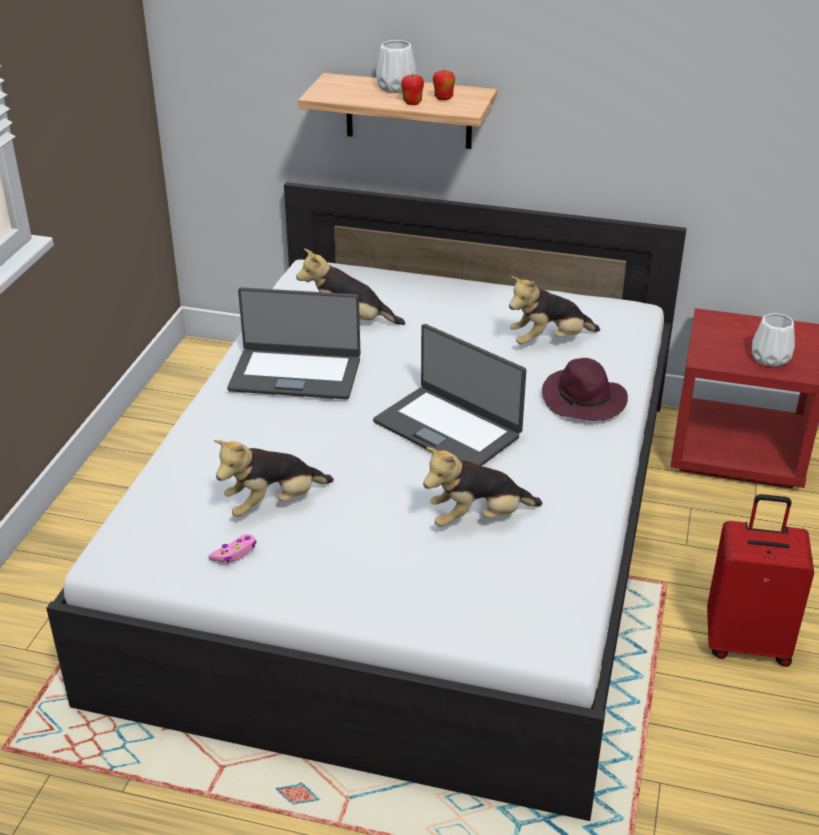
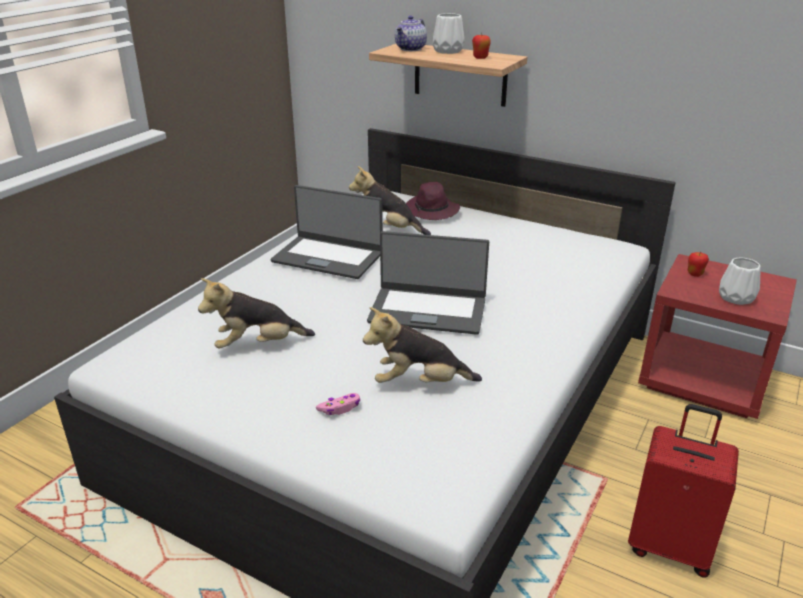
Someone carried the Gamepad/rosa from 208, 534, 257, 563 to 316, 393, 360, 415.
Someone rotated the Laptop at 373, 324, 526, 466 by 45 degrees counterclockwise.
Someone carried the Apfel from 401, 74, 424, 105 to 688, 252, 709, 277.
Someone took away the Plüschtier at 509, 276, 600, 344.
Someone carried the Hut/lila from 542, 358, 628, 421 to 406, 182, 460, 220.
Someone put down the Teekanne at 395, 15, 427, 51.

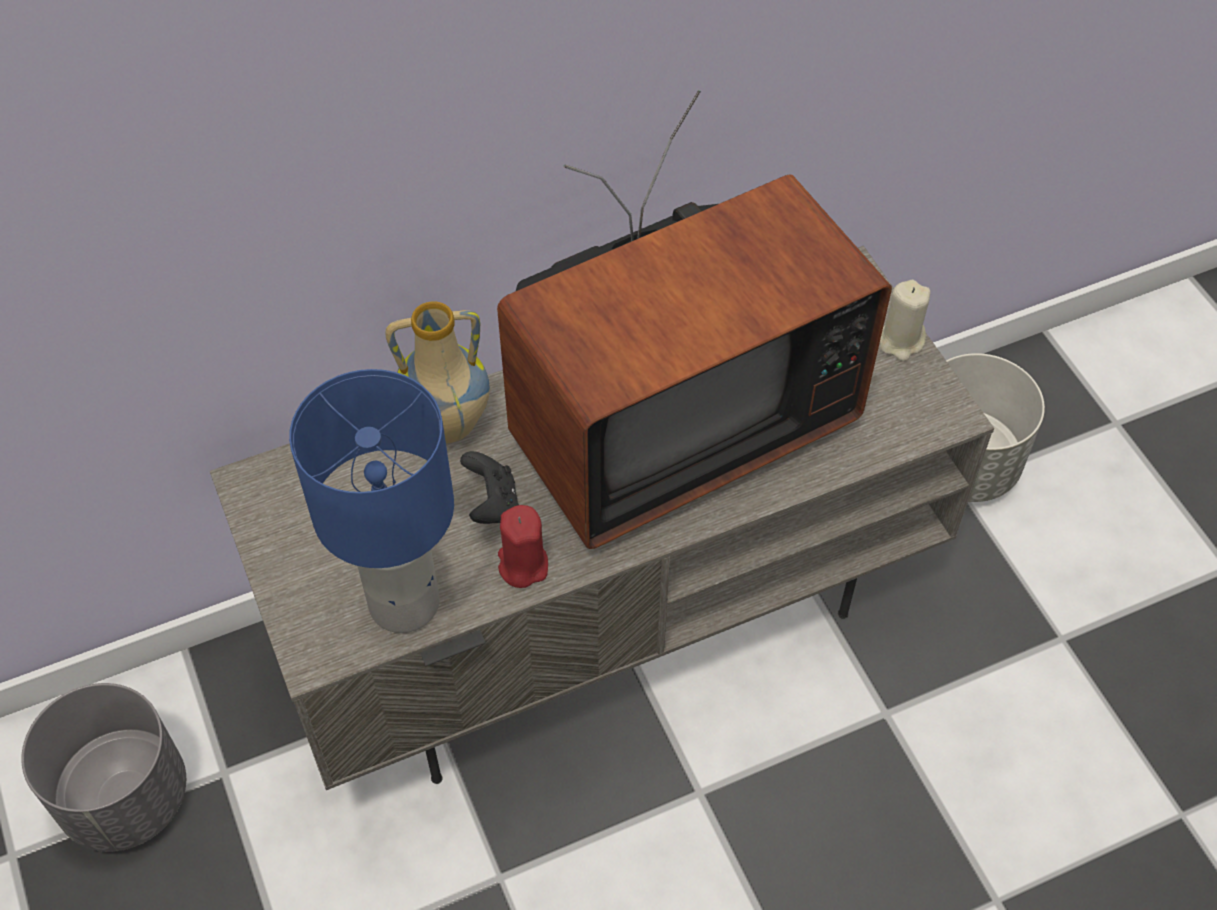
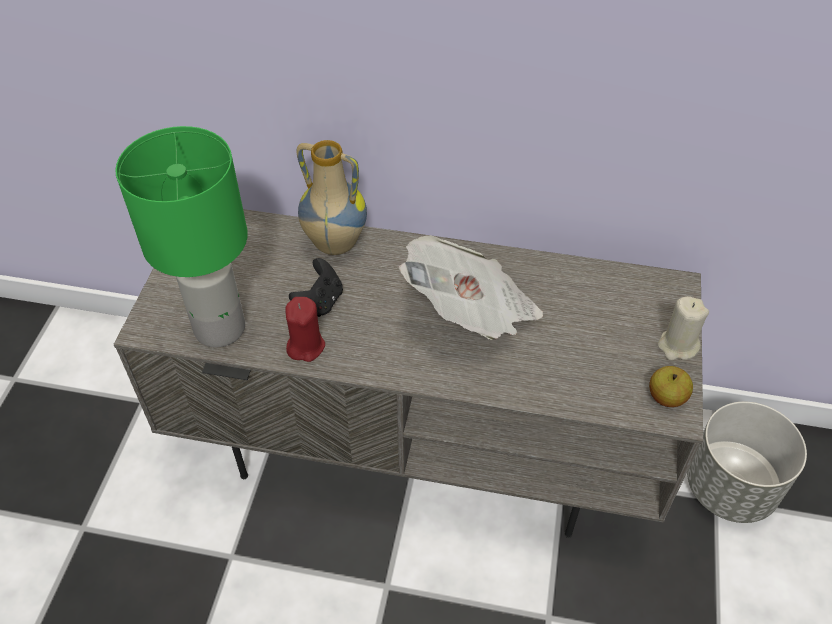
Someone took away the Pflanzkübel/grau at 21, 683, 186, 852.
Someone repainted the Tischlampe/blau at 289, 369, 454, 633, which became the Tischlampe/grün at 115, 126, 248, 348.
Someone swapped the Fernseher at 497, 90, 892, 549 for the Zeitung at 399, 235, 543, 340.
Someone put down the Apfel at 649, 366, 693, 407.

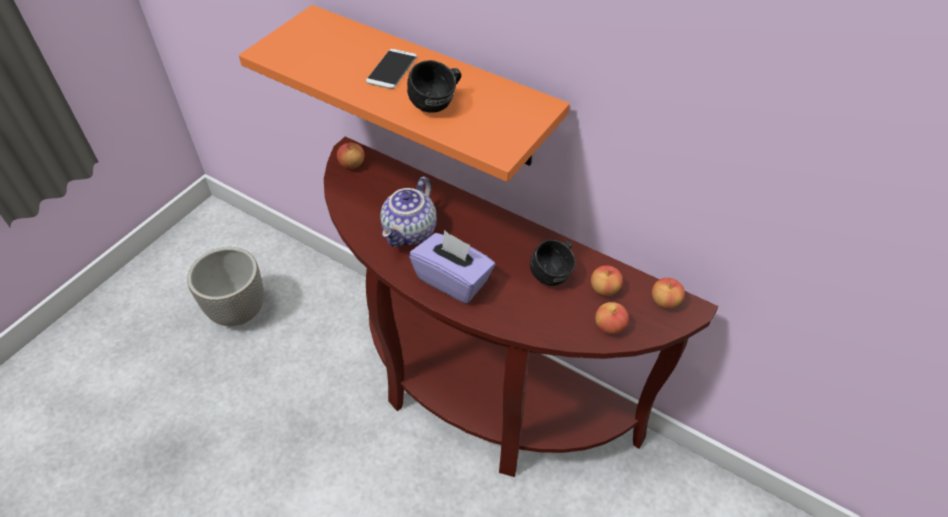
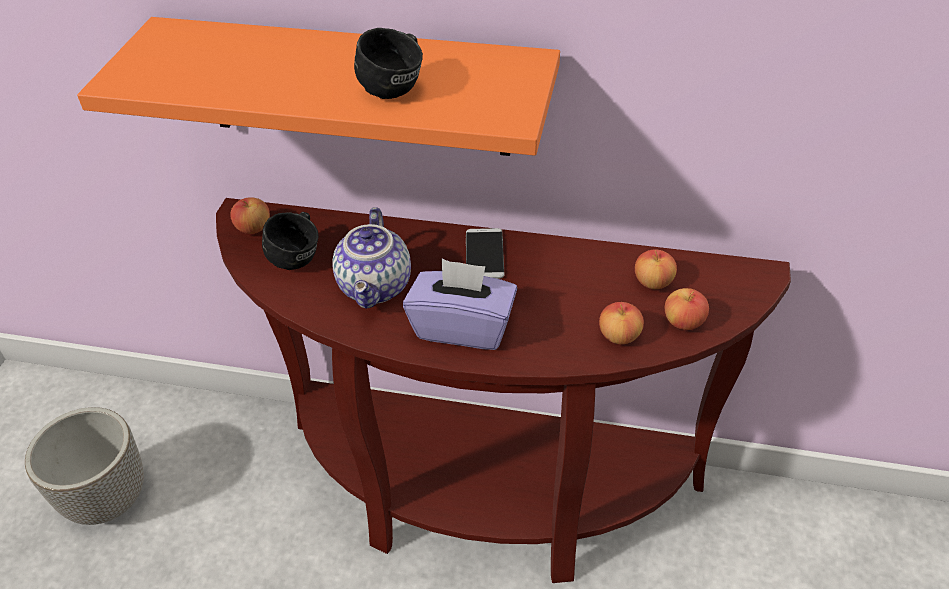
Someone carried the Handy from 366, 49, 417, 89 to 466, 228, 504, 279.
Someone carried the Henkelbecher/schwarz from 530, 239, 576, 286 to 262, 212, 319, 270.
Someone carried the Apfel from 652, 278, 685, 309 to 599, 302, 644, 344.

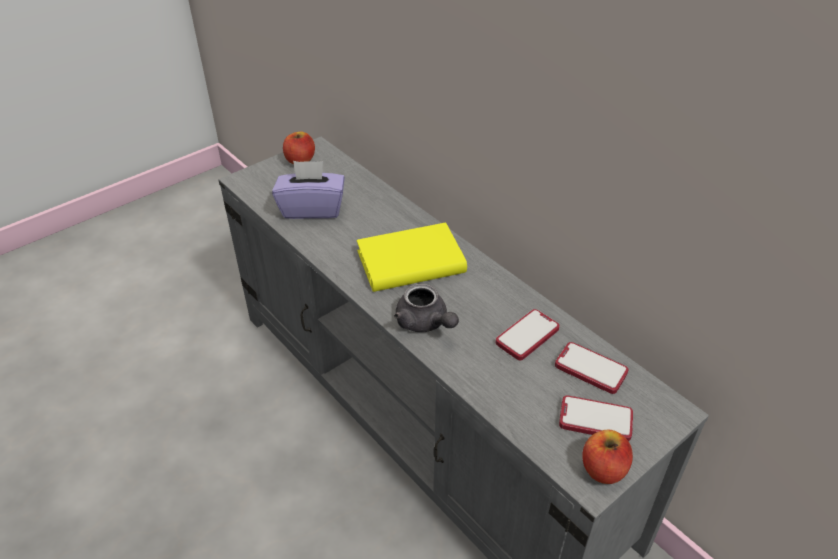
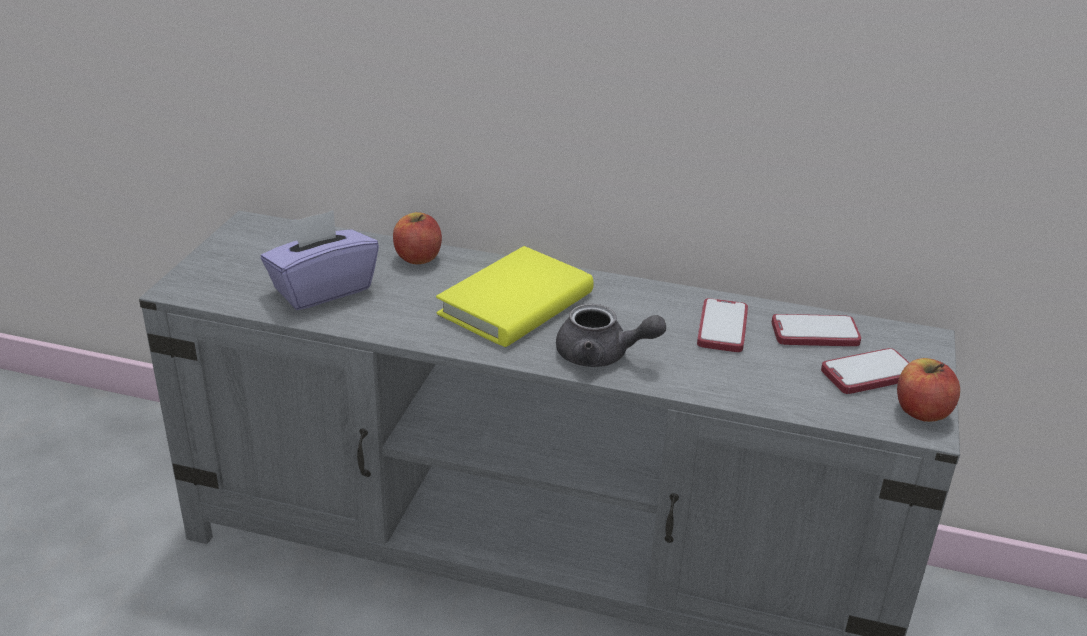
Someone carried the Apfel from 283, 132, 315, 164 to 393, 212, 442, 264.

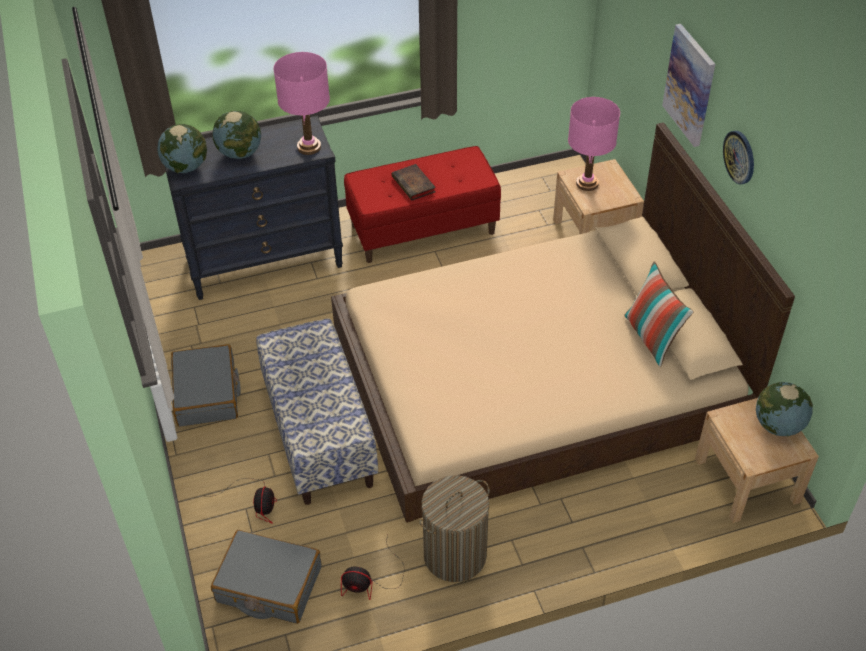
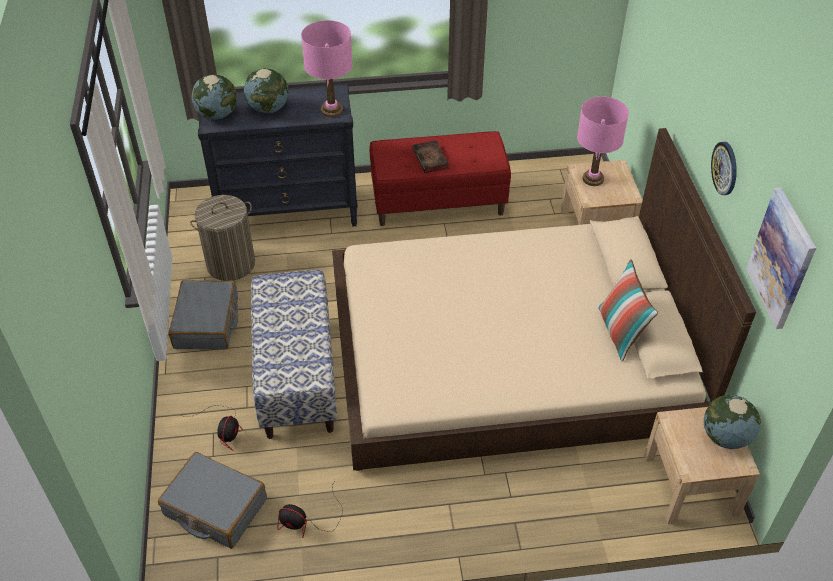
Someone carried the Wäschekorb from 419, 475, 490, 582 to 190, 195, 255, 281.
Someone carried the Bild from 662, 24, 715, 147 to 746, 188, 816, 329.

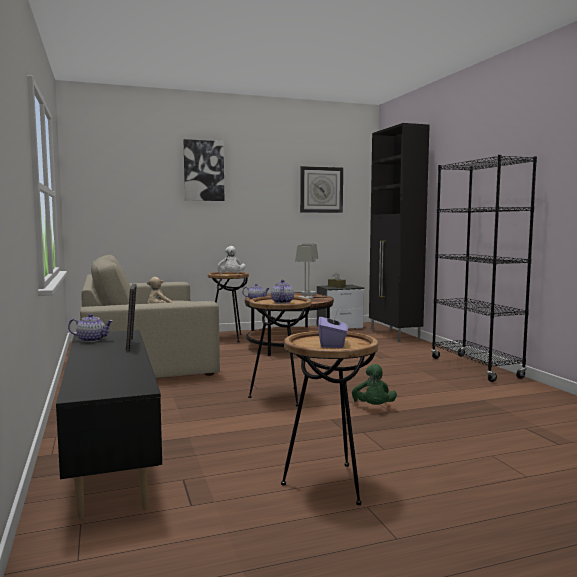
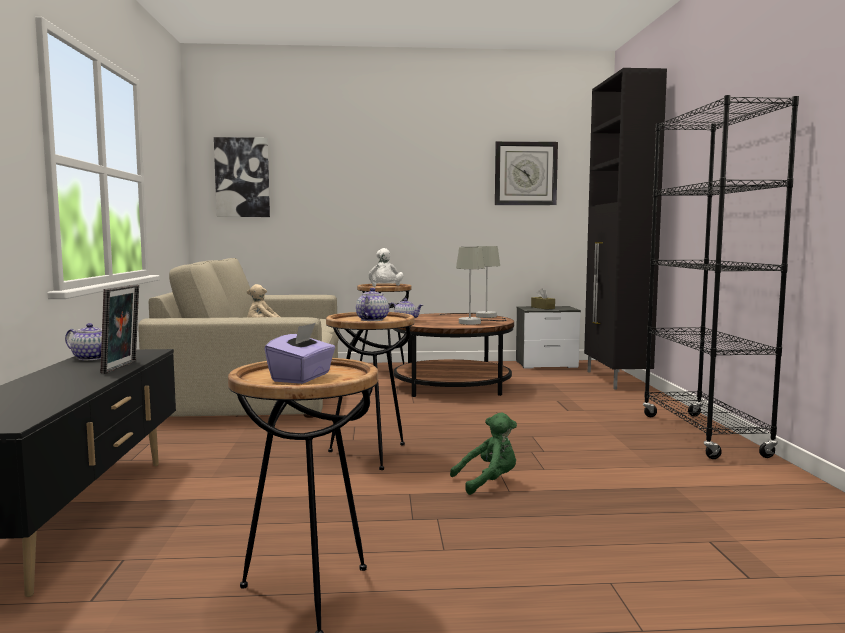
Someone carried the Bild from 184, 139, 224, 201 to 214, 137, 270, 217.
Someone rotated the Plüschtier/grün at 352, 364, 397, 405 by 120 degrees counterclockwise.

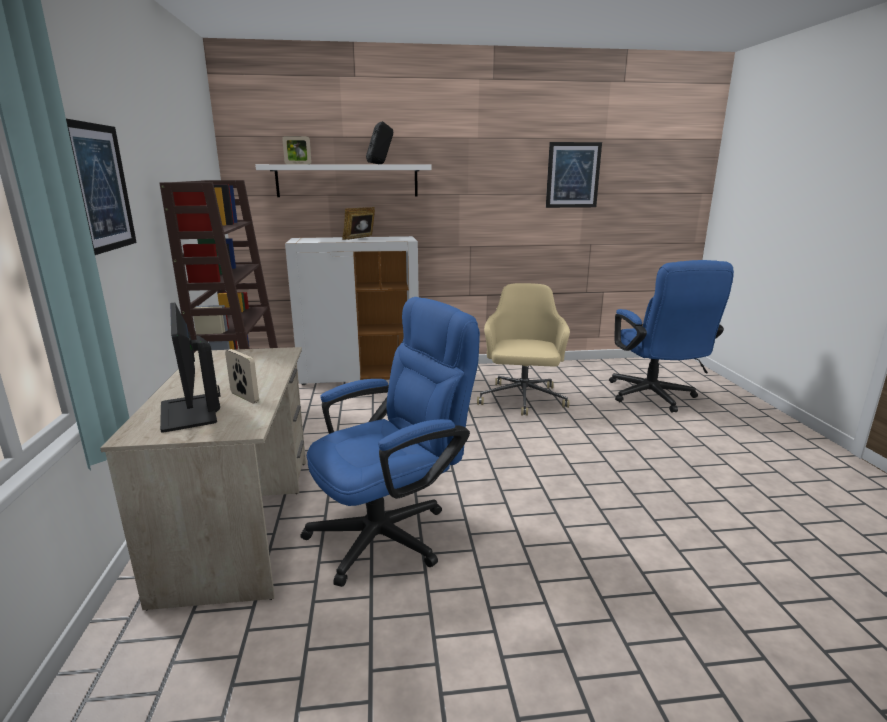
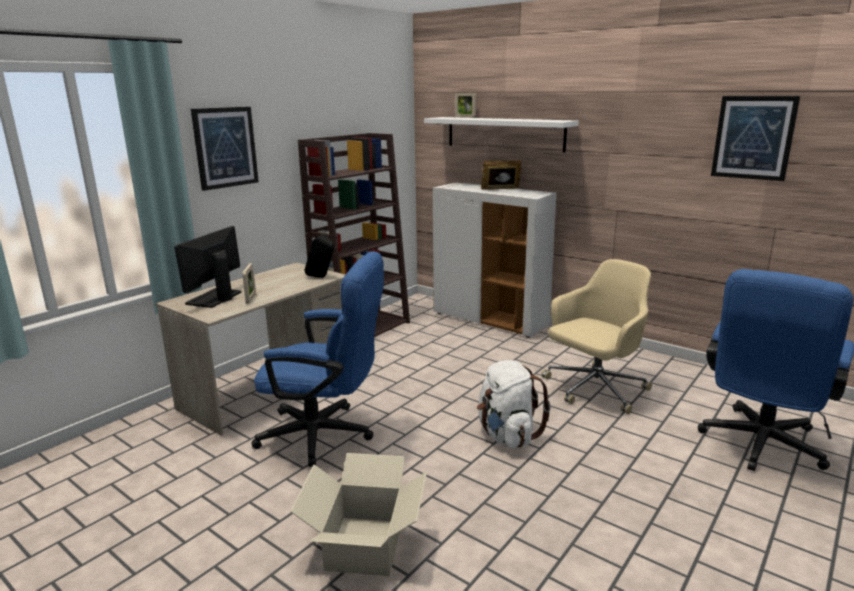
Someone carried the Lautsprecher/schwarz from 366, 121, 393, 164 to 304, 234, 335, 278.
Someone put down the Karton at 290, 453, 427, 576.
Someone put down the Rucksack/weiß at 477, 360, 551, 448.

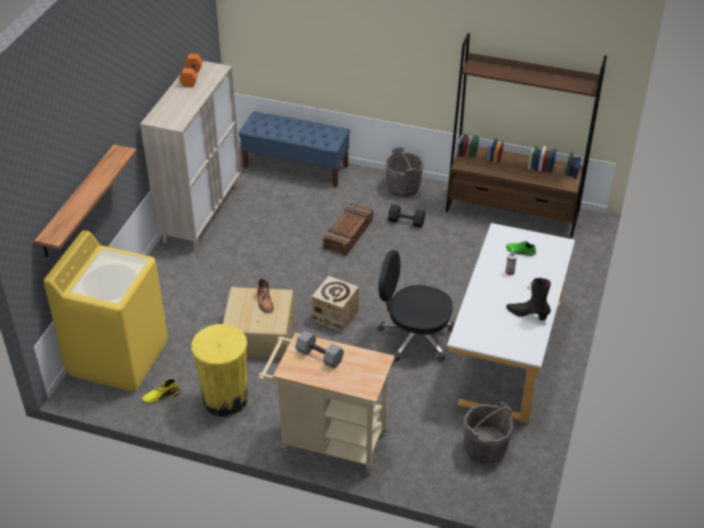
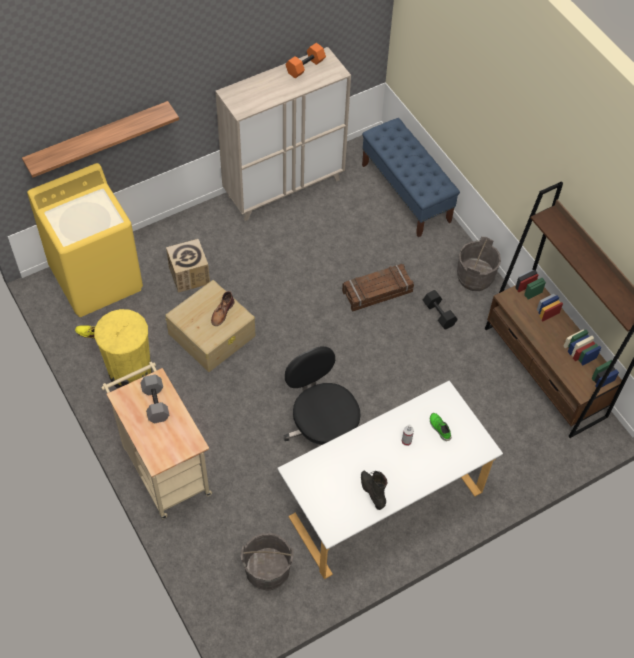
Someone carried the Karton from 312, 276, 359, 333 to 166, 239, 210, 293.

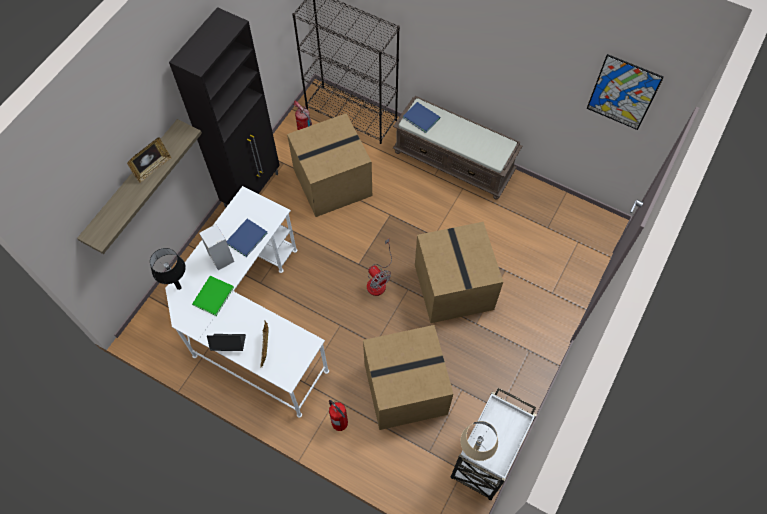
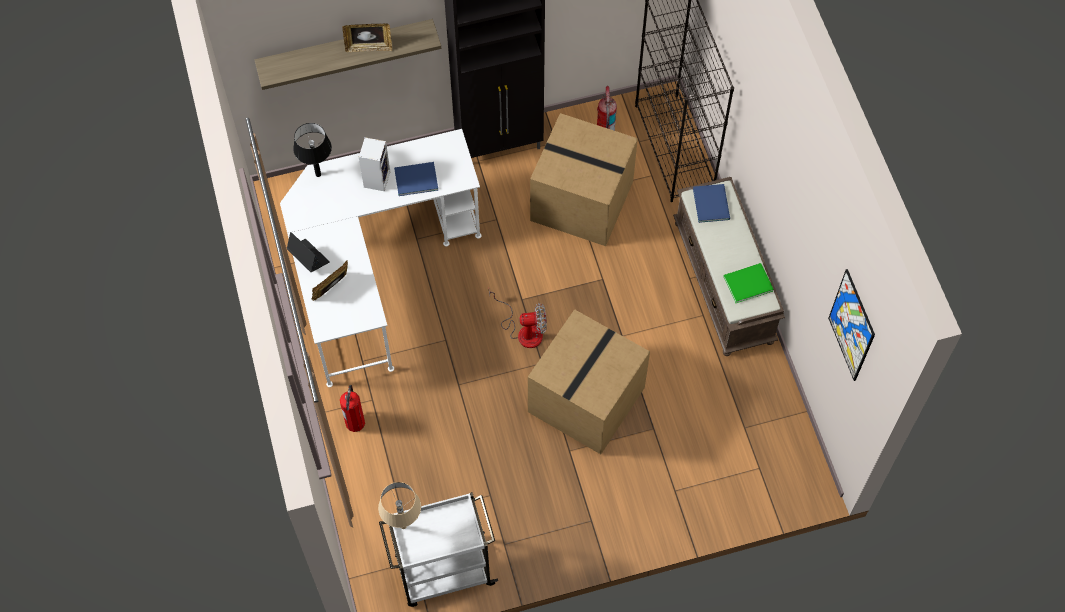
Someone carried the Buch/grün from 192, 276, 234, 316 to 723, 263, 774, 303.
Someone took away the Karton at 363, 325, 453, 430.
Someone rotated the Ventilator at 367, 239, 392, 296 by 105 degrees counterclockwise.

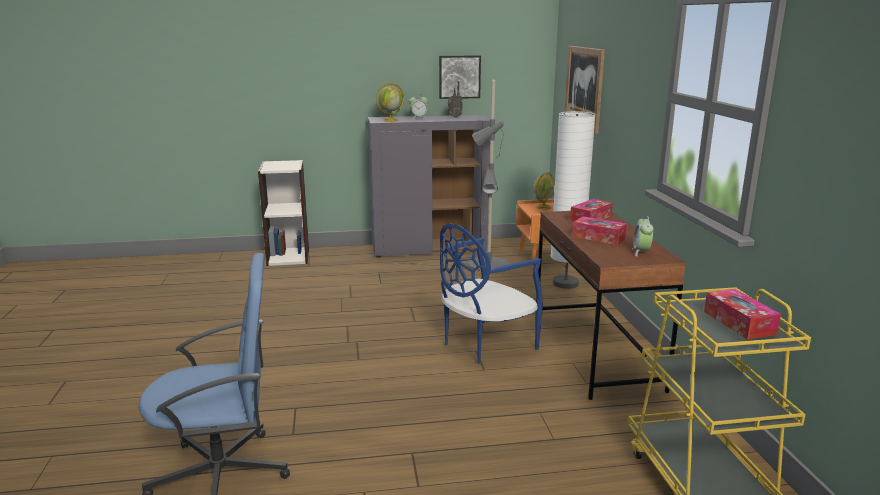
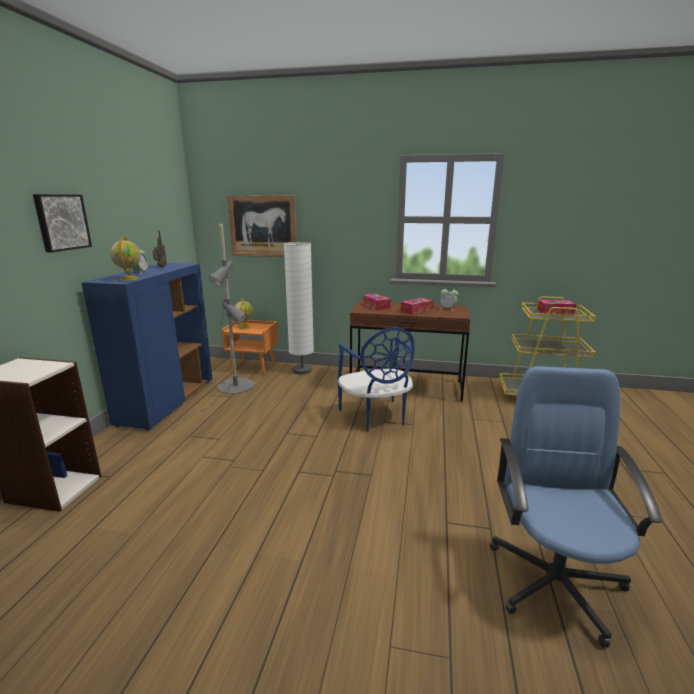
Someone repainted the Schrank/grau at 368, 115, 490, 258, which became the Schrank/blau at 81, 263, 212, 431.
Someone carried the Bild from 439, 55, 481, 99 to 33, 194, 92, 252.

